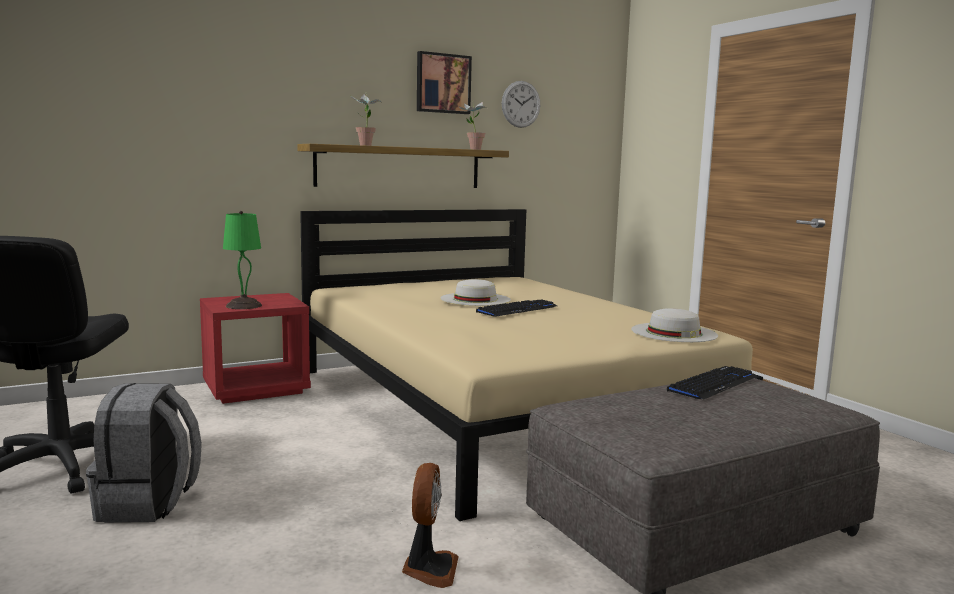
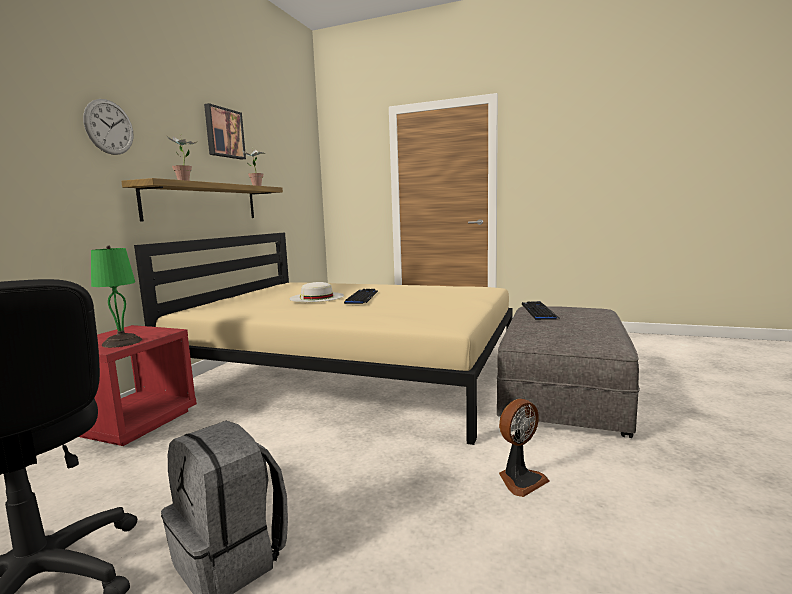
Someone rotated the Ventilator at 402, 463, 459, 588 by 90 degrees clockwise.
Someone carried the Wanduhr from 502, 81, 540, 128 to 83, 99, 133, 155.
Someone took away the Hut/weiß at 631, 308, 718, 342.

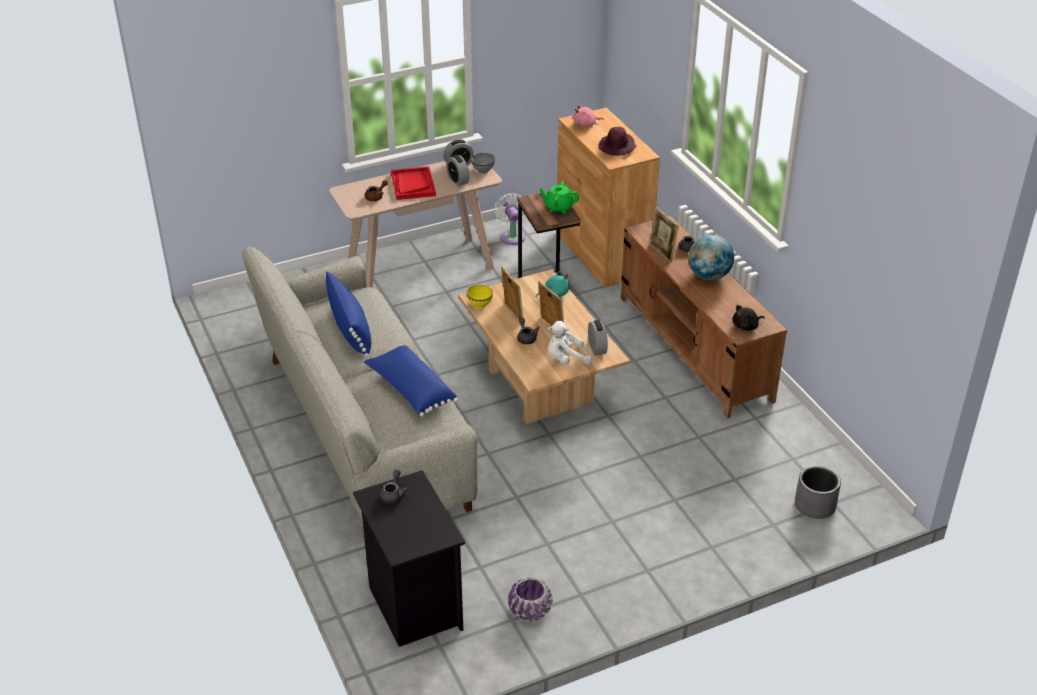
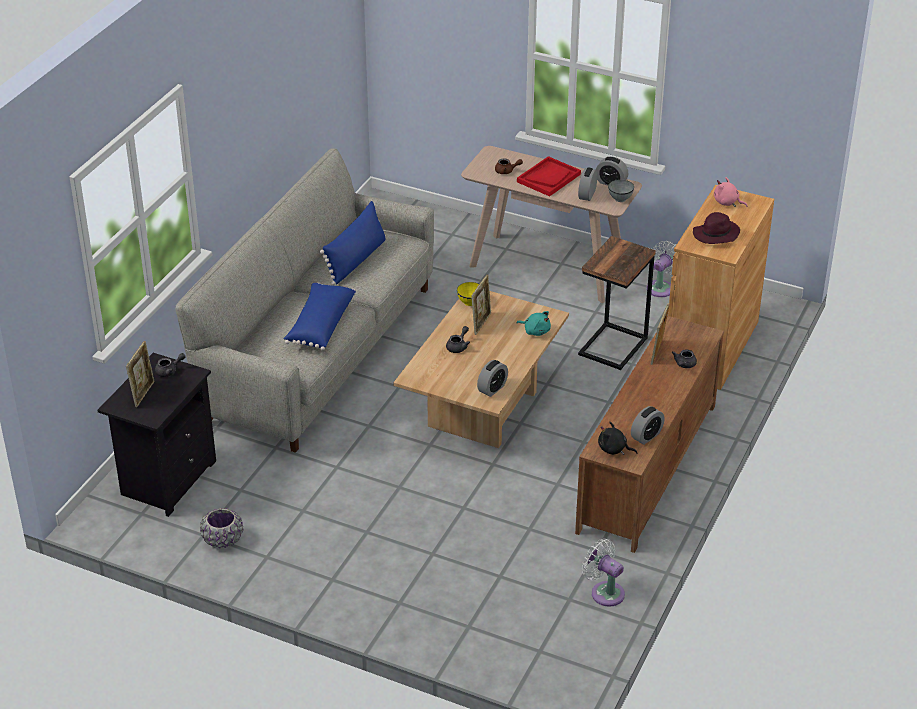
Someone carried the Bilderrahmen from 538, 281, 564, 326 to 126, 341, 155, 407.
Someone took away the Teekanne/grün at 539, 181, 579, 213.
Someone took away the Plüschtier/weiß at 548, 321, 592, 365.
Someone took away the Globus at 689, 235, 734, 280.
Someone took away the Pflanzkübel/grau at 795, 465, 841, 519.
Someone put down the Ventilator/weiß at 582, 539, 625, 607.
Someone put down the Wecker at 631, 406, 665, 445.

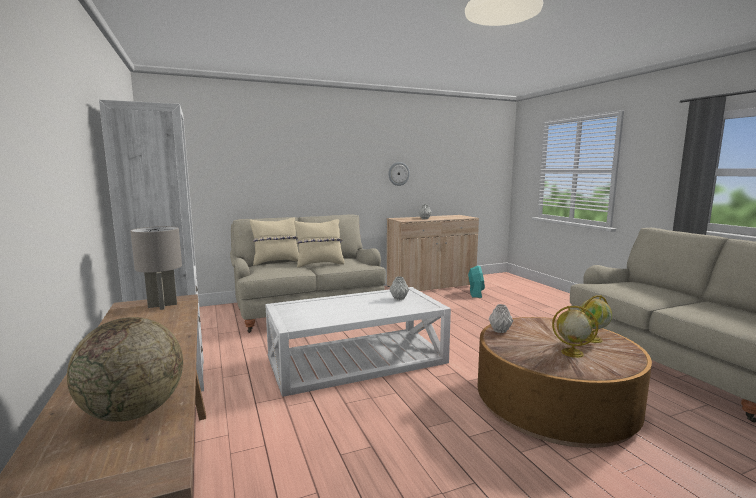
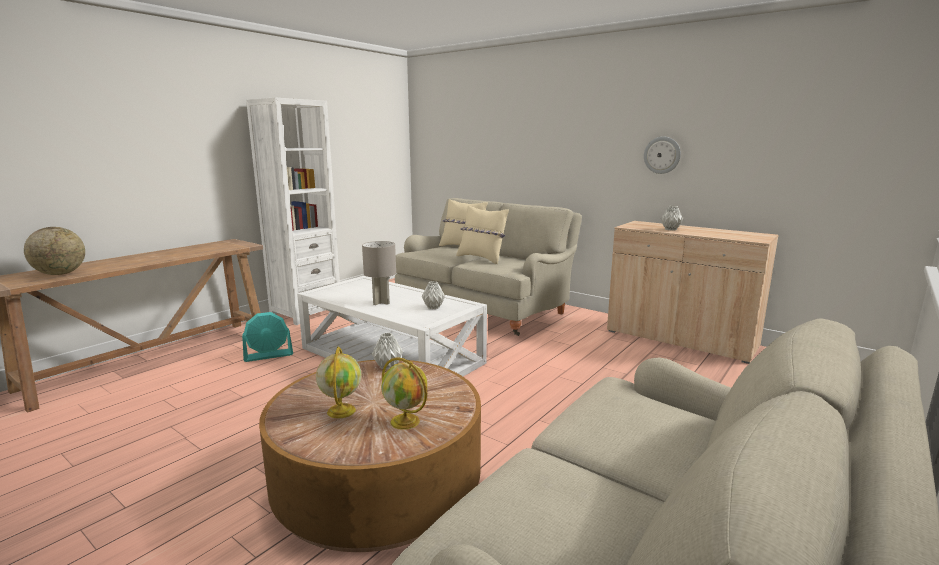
Someone carried the Tischlampe/grau from 130, 226, 182, 310 to 362, 241, 396, 305.
Someone carried the Ventilator/türkis from 468, 265, 485, 298 to 242, 312, 293, 362.

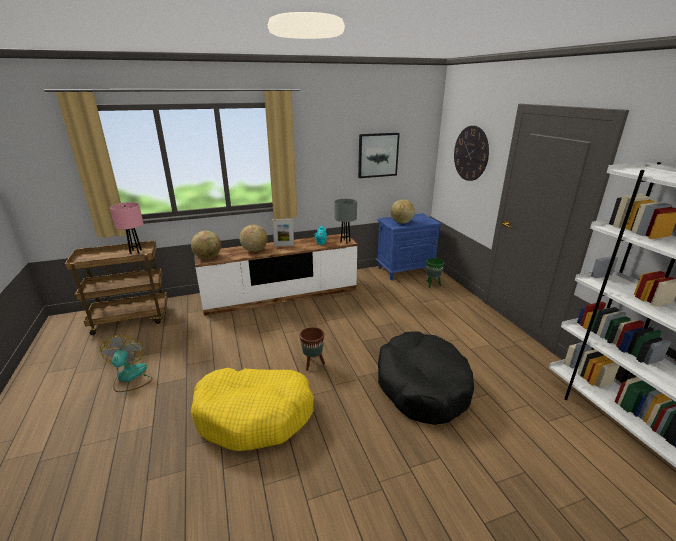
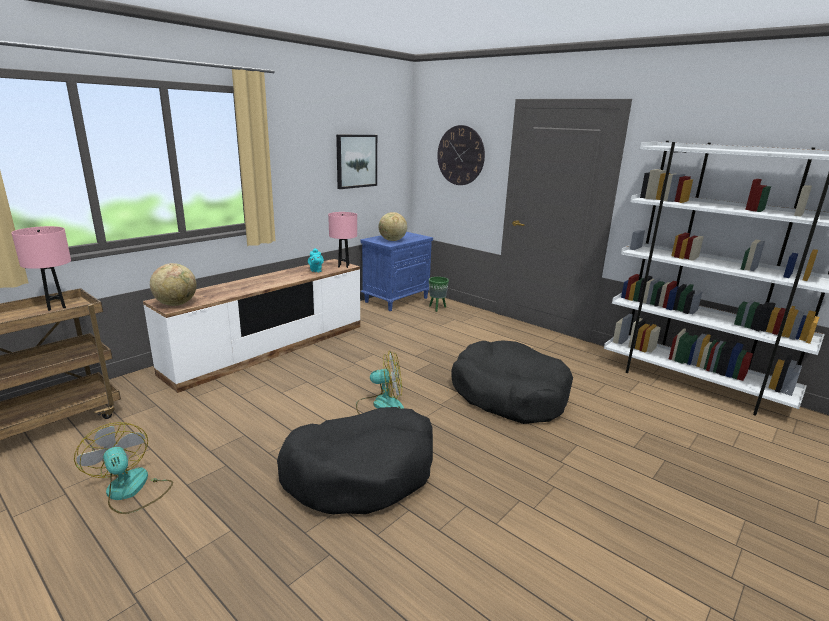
Someone repainted the Hundebett/gelb at 191, 368, 314, 451, which became the Hundebett/schwarz at 277, 407, 433, 514.
Someone took away the Globus at 239, 225, 267, 252.
Someone took away the Bilderrahmen at 272, 219, 294, 247.
Someone swapped the Pflanzkübel/braun at 300, 327, 325, 371 for the Ventilator at 356, 351, 404, 414.
Someone repainted the Tischlampe/grau at 334, 199, 357, 244, which became the Tischlampe/rosa at 328, 212, 357, 268.

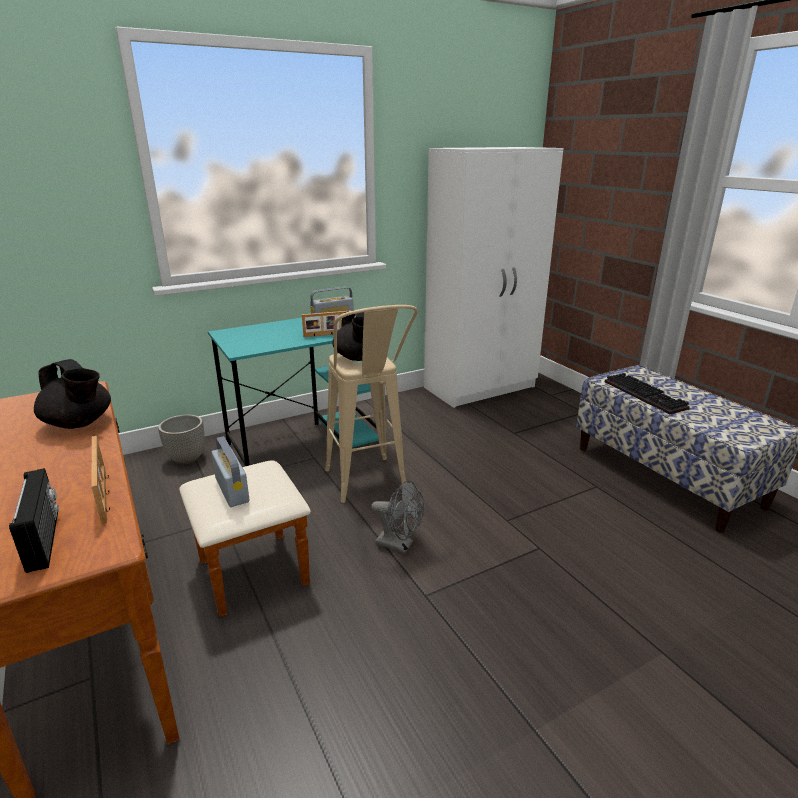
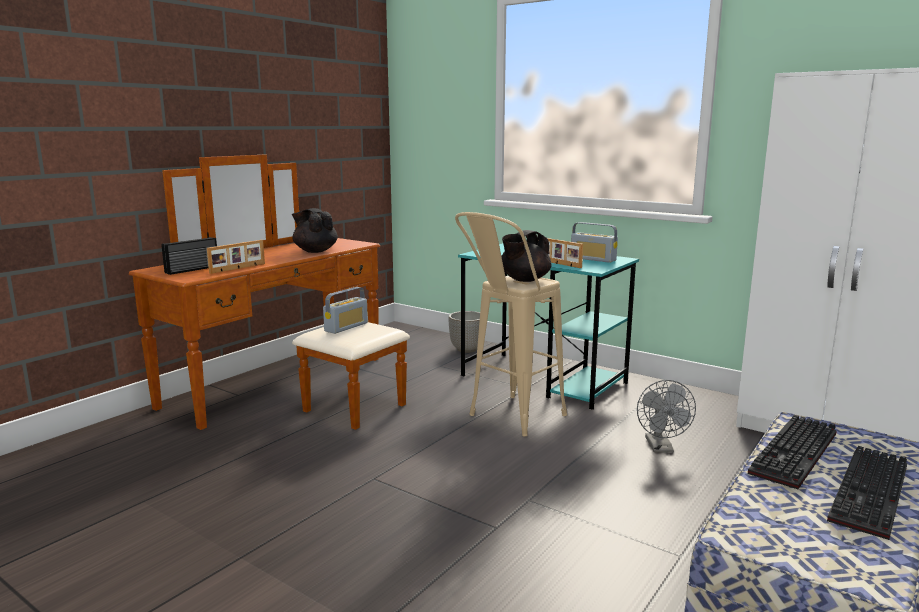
Someone rotated the Teekanne/schwarz at 34, 359, 111, 429 by 120 degrees clockwise.
Someone carried the Ventilator/grau from 371, 480, 424, 553 to 637, 380, 696, 453.
Someone put down the Tastatur at 827, 446, 907, 540.

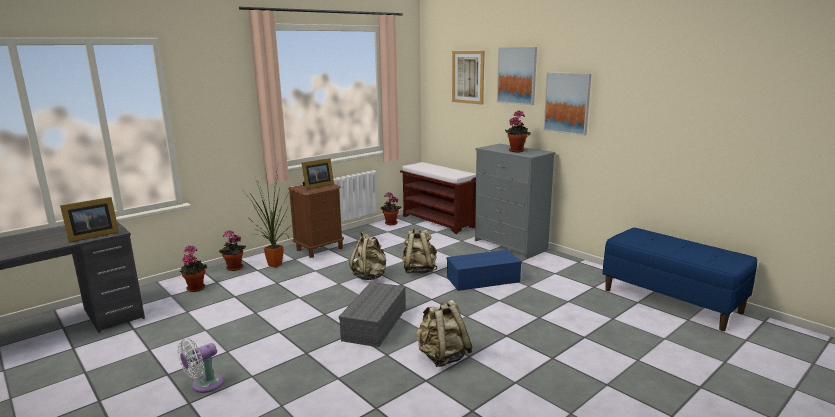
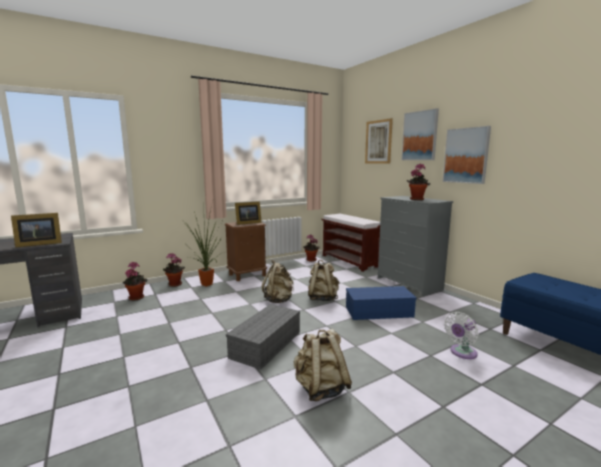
Someone carried the Ventilator/weiß from 177, 338, 224, 393 to 444, 312, 478, 359.

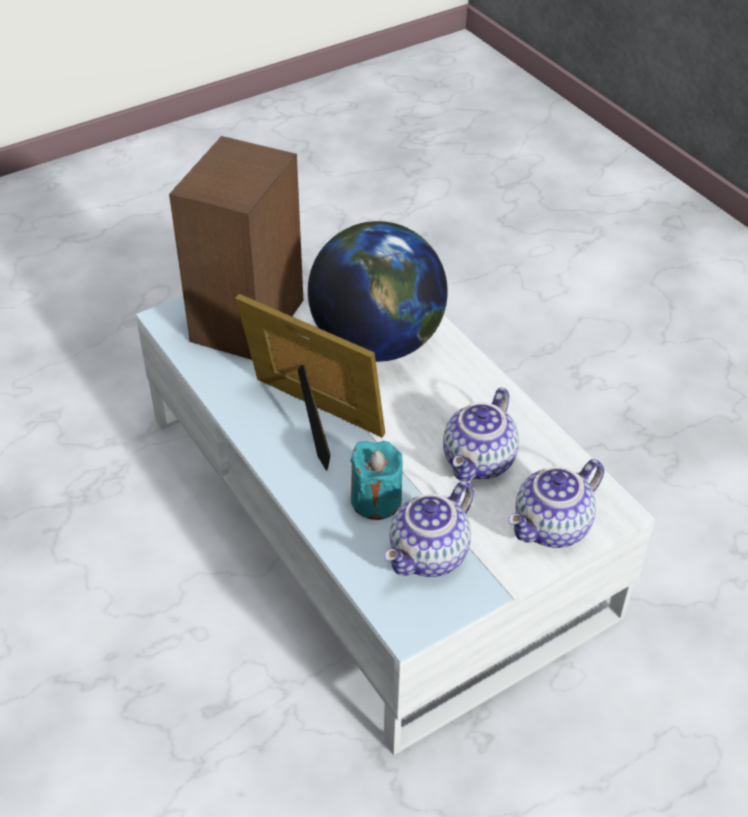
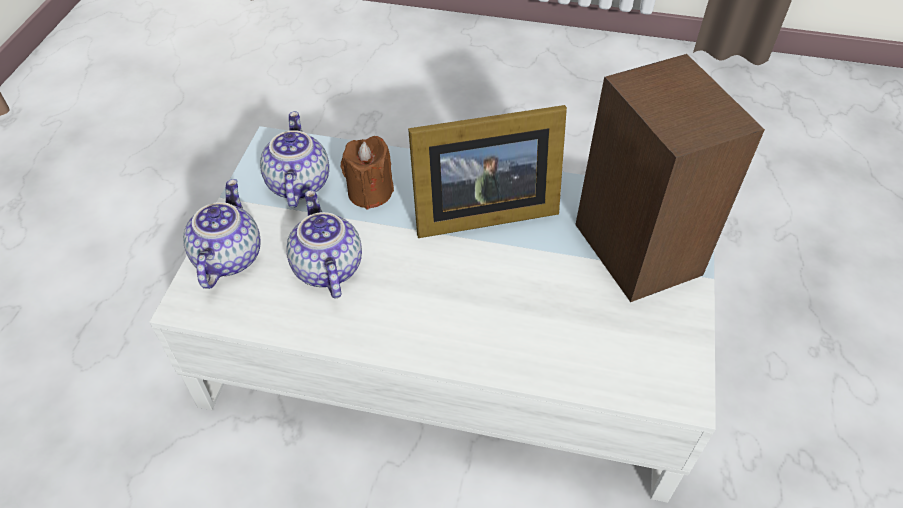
Someone took away the Globus at 308, 221, 448, 362.
Someone repainted the Kerze/türkis at 350, 441, 403, 520, which became the Kerze/braun at 341, 136, 394, 210.

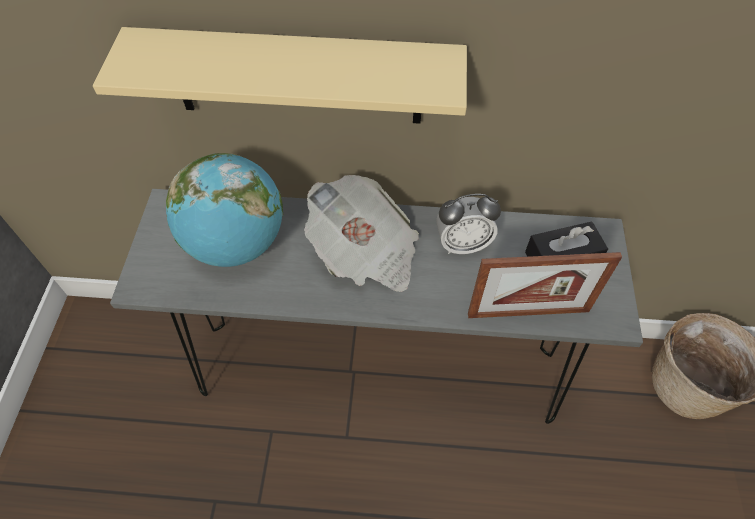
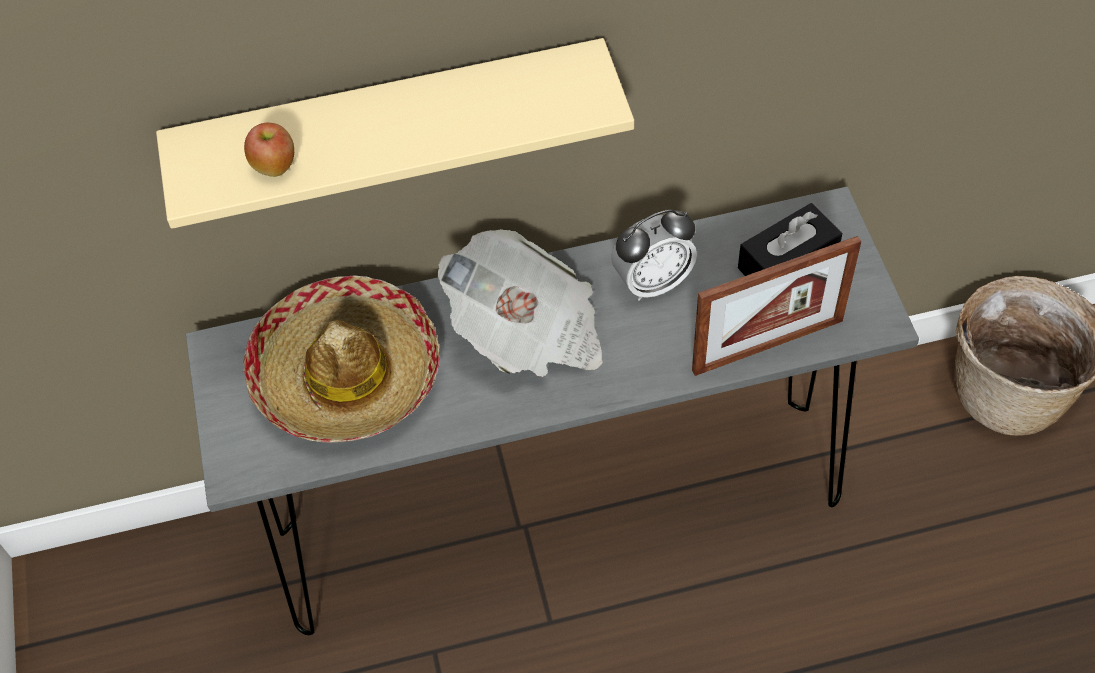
Someone swapped the Globus at 166, 153, 284, 267 for the Hut at 243, 275, 440, 442.
Someone put down the Apfel at 244, 123, 294, 177.

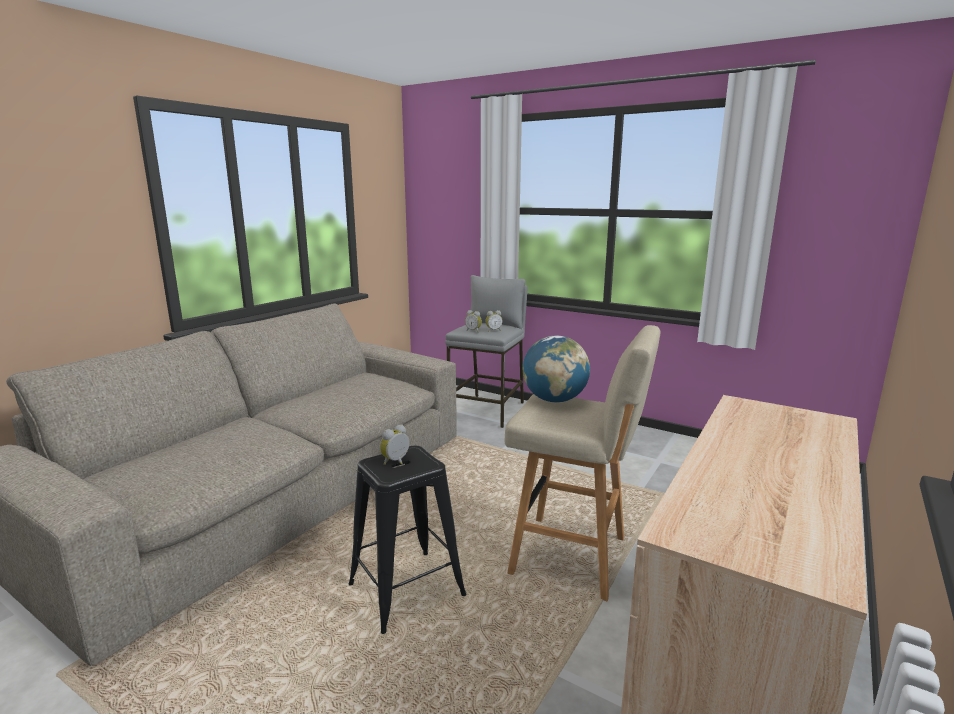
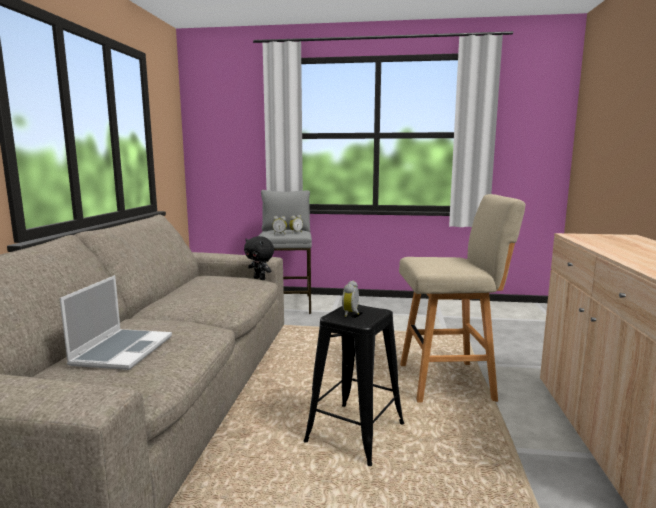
Someone took away the Globus at 523, 336, 590, 403.
Someone put down the Laptop at 60, 275, 172, 370.
Someone put down the Plüschtier/schwarz at 244, 236, 274, 280.

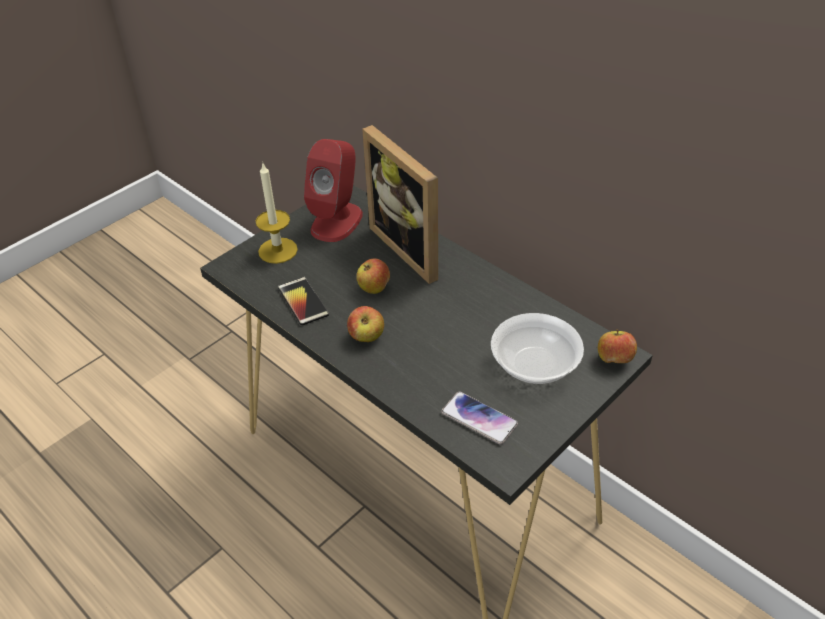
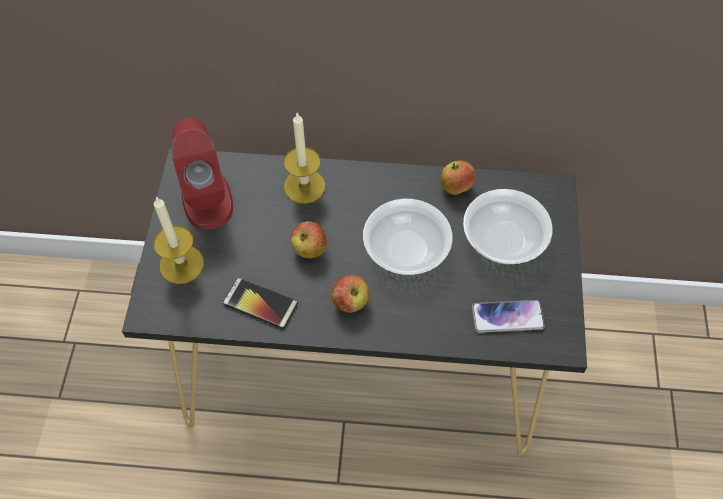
Someone swapped the Bilderrahmen at 362, 125, 438, 284 for the Kerze at 284, 113, 326, 204.
Someone carried the Apfel from 598, 329, 637, 363 to 440, 160, 476, 195.
Someone put down the Schüssel at 363, 199, 453, 275.

